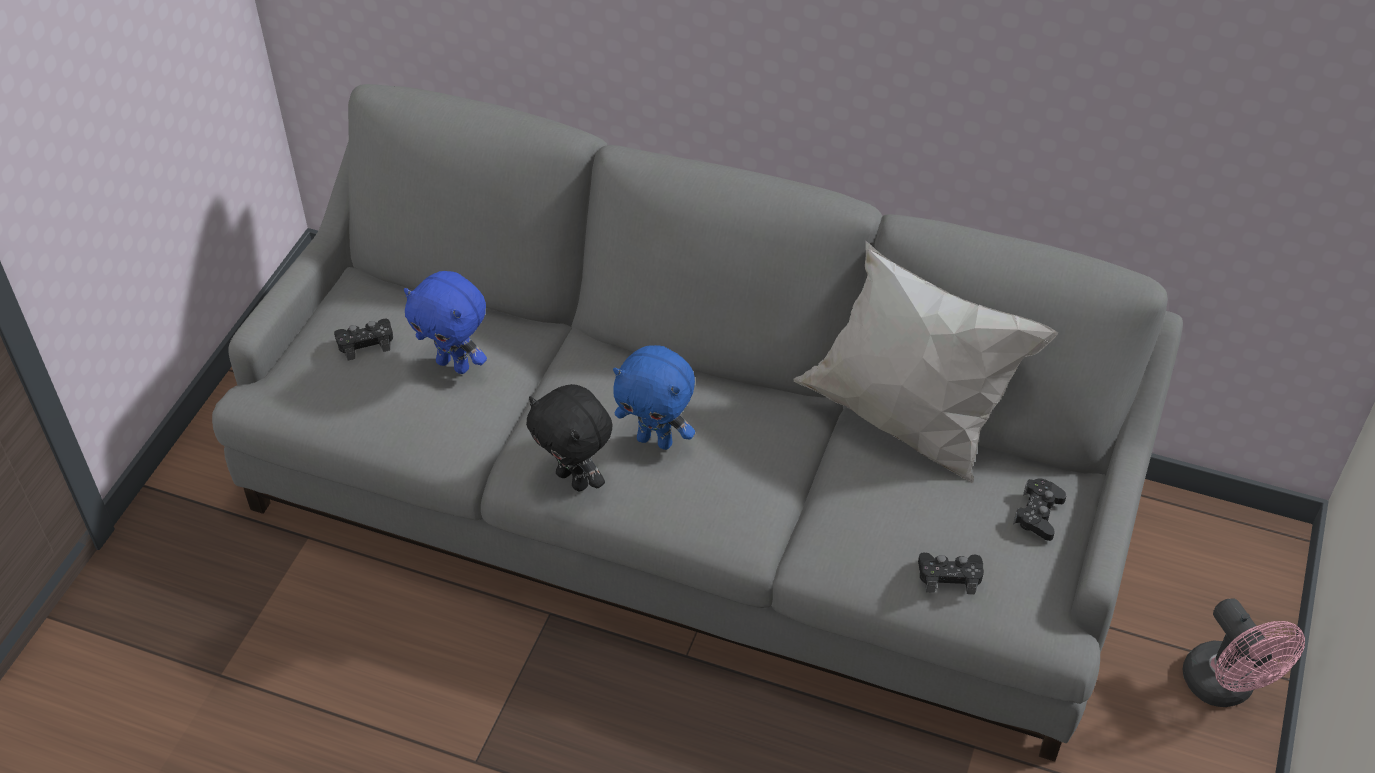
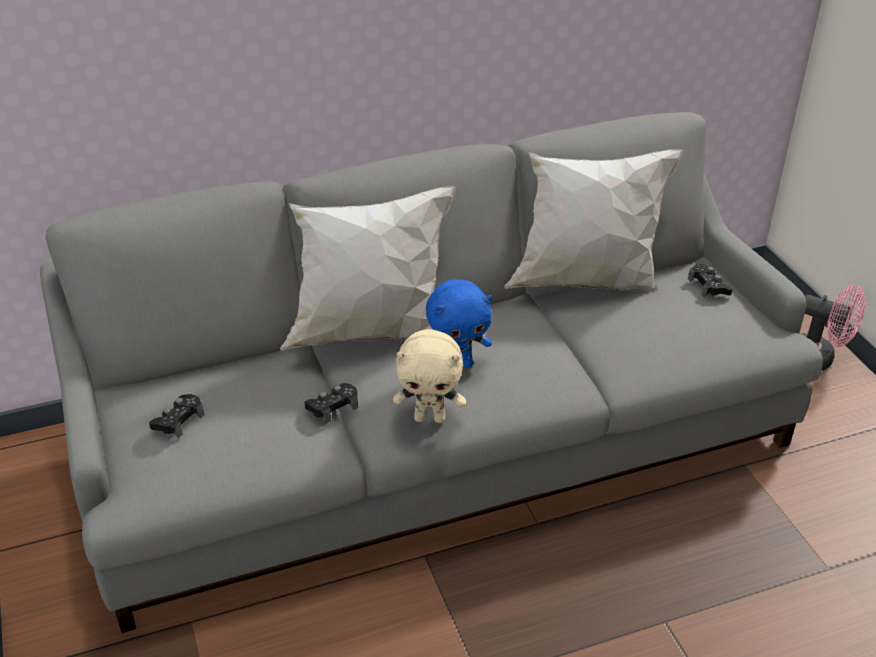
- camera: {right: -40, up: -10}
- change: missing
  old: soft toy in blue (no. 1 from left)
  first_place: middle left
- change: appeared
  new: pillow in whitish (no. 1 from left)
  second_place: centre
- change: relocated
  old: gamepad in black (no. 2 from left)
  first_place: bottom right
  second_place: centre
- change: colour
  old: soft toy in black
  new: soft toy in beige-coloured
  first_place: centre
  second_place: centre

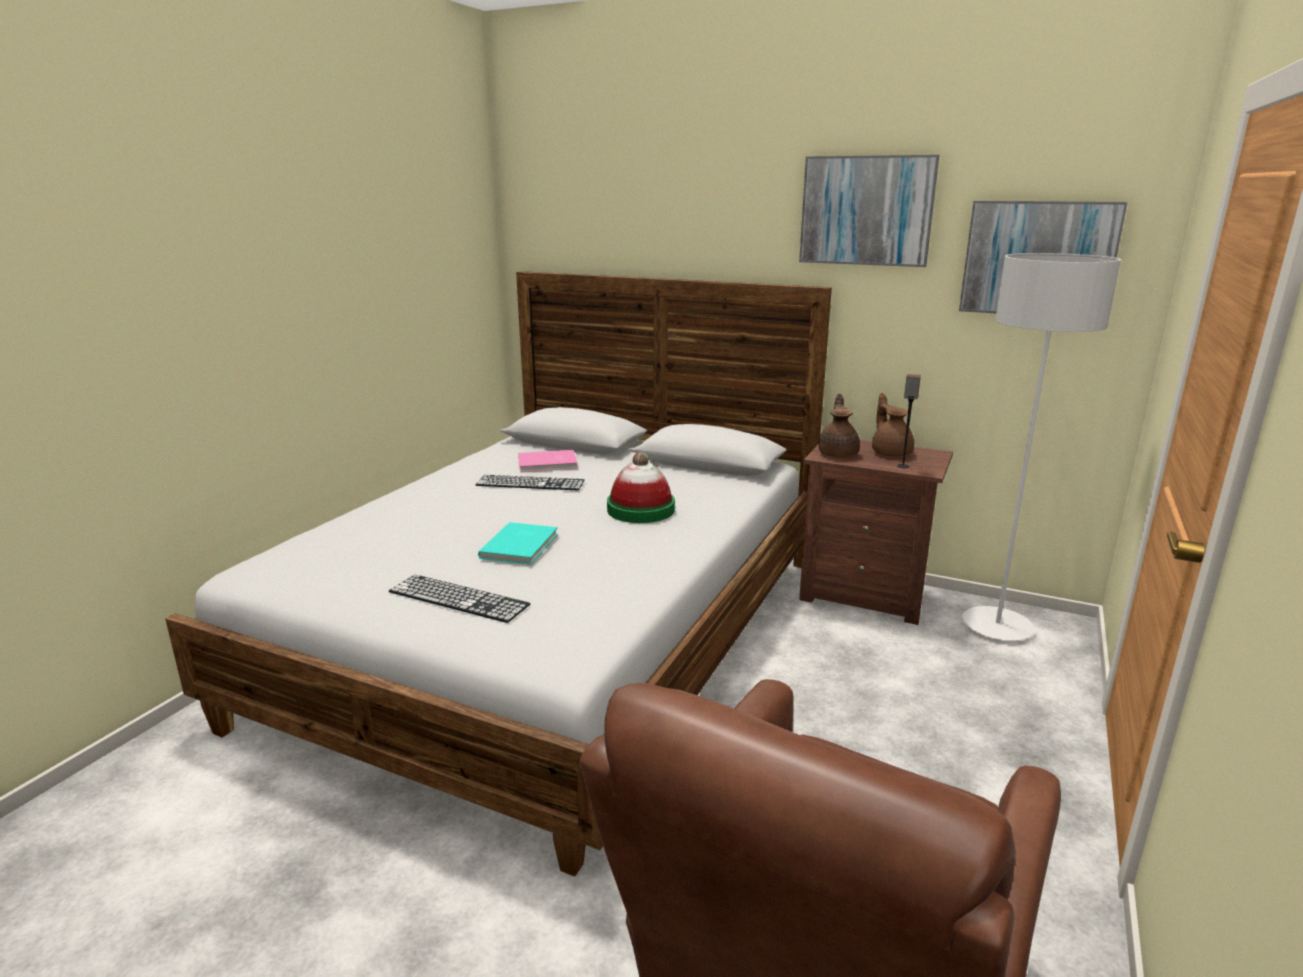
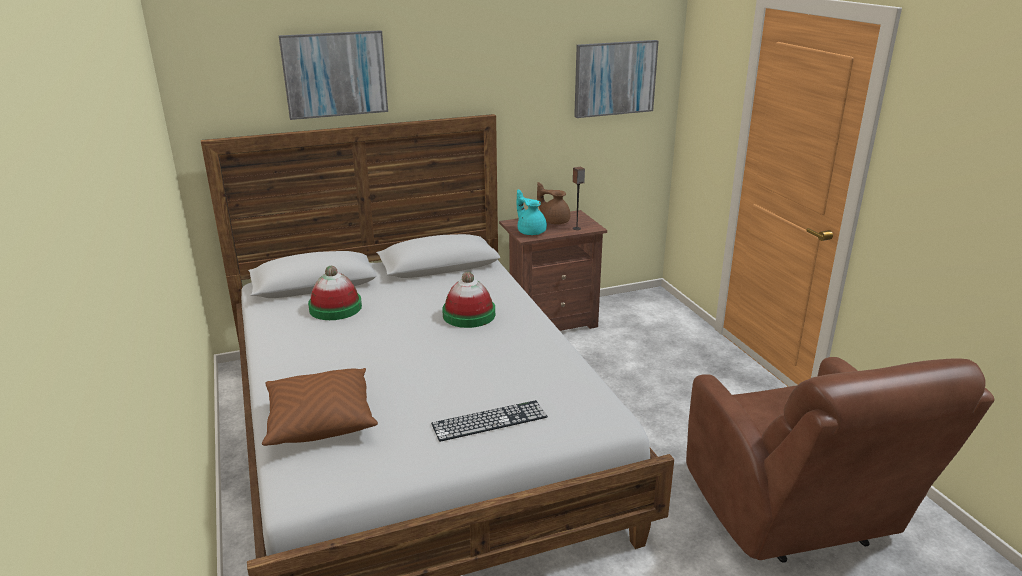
- camera: {right: -45, up: 5}
- change: missing
  old: keyboard (no. 2 from left)
  first_place: centre
- change: missing
  old: volume in blue-green
  first_place: centre
- change: missing
  old: standing lamp in gray
  first_place: middle right
- change: appeared
  new: pillow in brown-coloured
  second_place: bottom left
- change: relocated
  old: wall art (no. 1 from left)
  first_place: top right
  second_place: top left
- change: exchanged
  old: volume in pinkish
  new: hat (no. 1 from left)
  first_place: centre
  second_place: middle left
- change: colour
  old: teapot in brown-coloured (no. 1 from left)
  new: teapot in blue-green
  first_place: centre
  second_place: centre

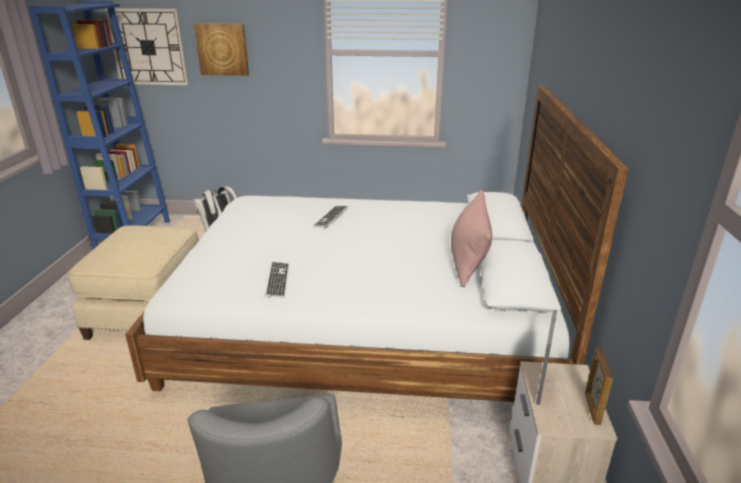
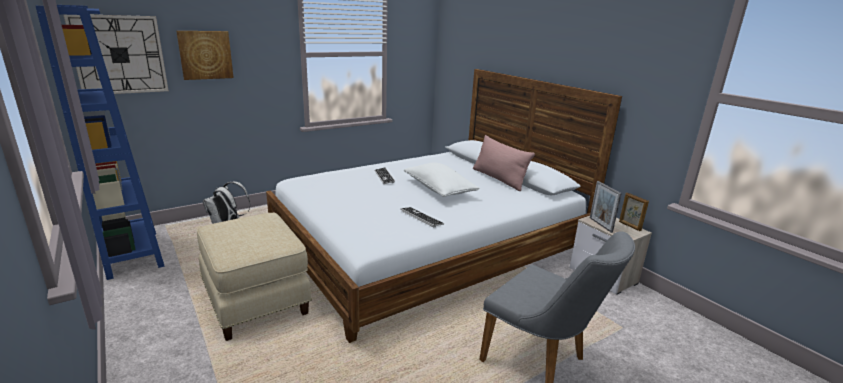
- camera: {right: -40, up: -5}
- change: appeared
  new: pillow in whitish
  second_place: centre

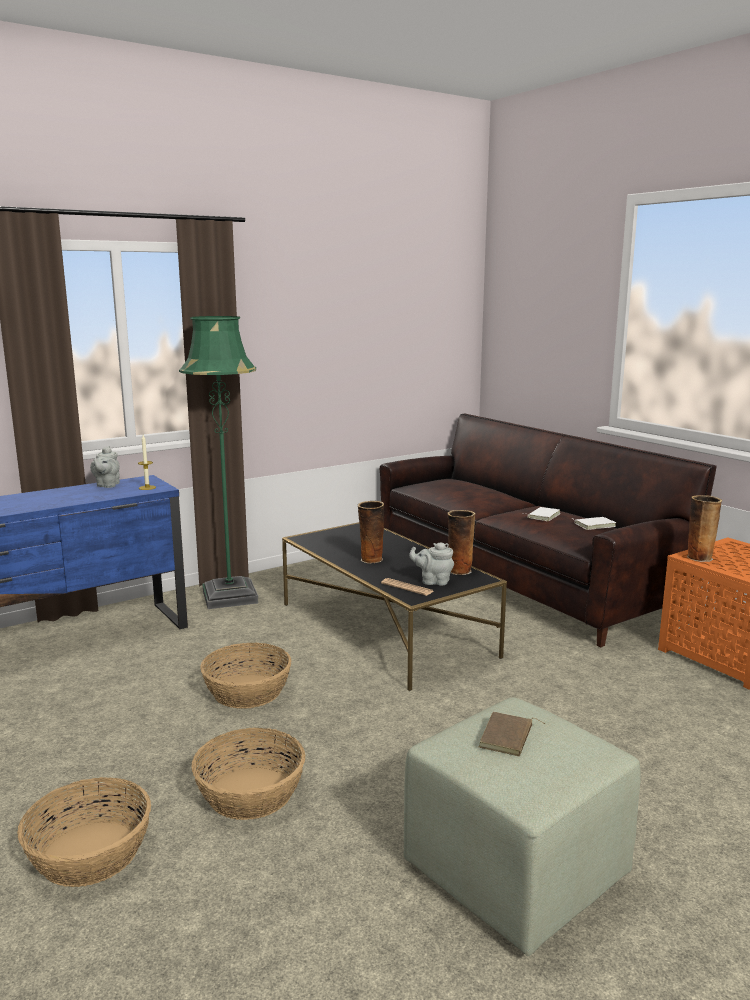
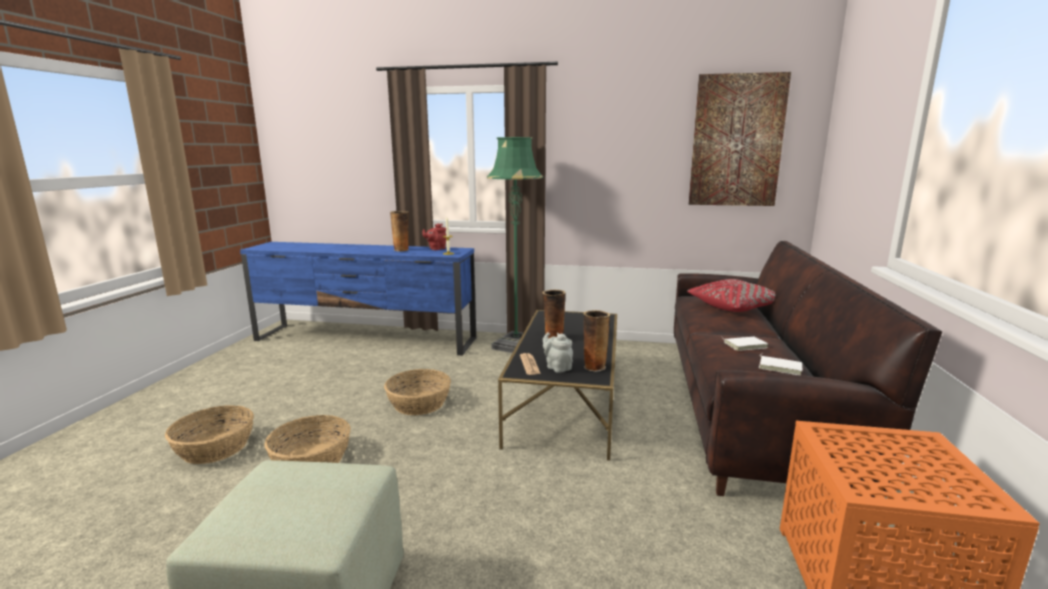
- camera: {right: 45, up: 0}
- change: missing
  old: volume in brown-coloured
  first_place: bottom right
- change: appeared
  new: pillow in reddish
  second_place: middle right
- change: appeared
  new: wall art
  second_place: top right
- change: relocated
  old: flower vase (no. 3 from left in the first image)
  new: flower vase (no. 1 from left)
  first_place: middle right
  second_place: centre
- change: colour
  old: teapot in gray (no. 1 from left)
  new: teapot in reddish
  first_place: middle left
  second_place: centre

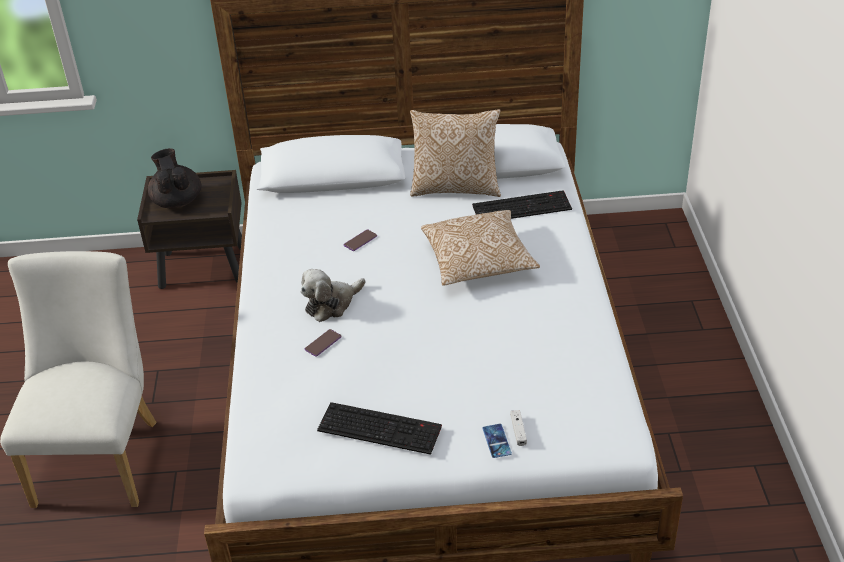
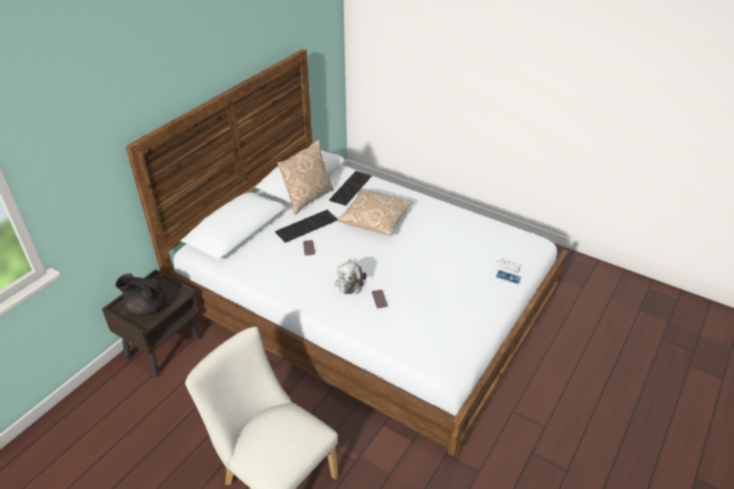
- camera: {right: -55, up: 0}
- change: relocated
  old: keyboard (no. 1 from left)
  first_place: bottom centre
  second_place: centre

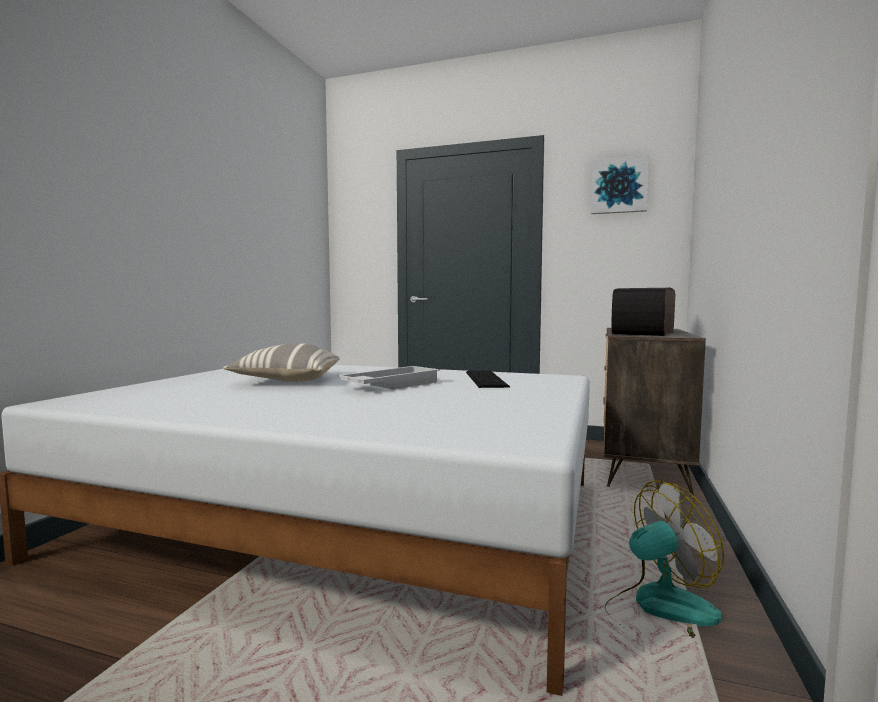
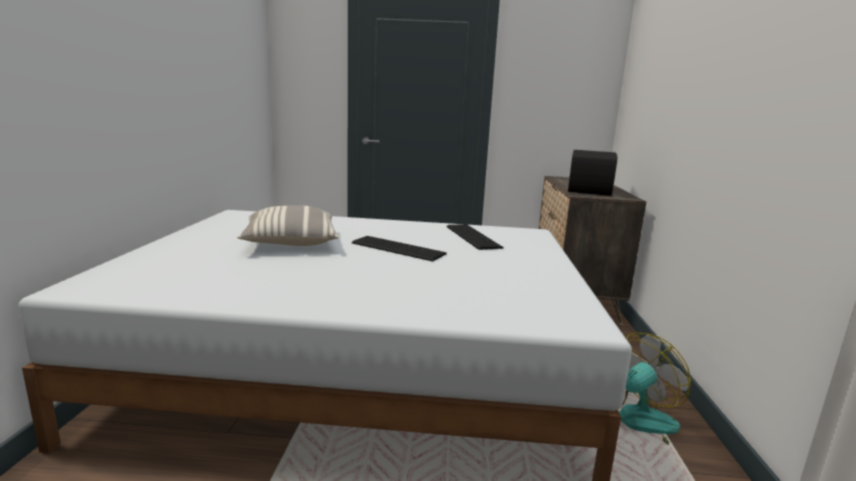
- camera: {right: -15, up: 10}
- change: missing
  old: wall art
  first_place: top right
- change: exchanged
  old: serving tray in whitish
  new: keyboard (no. 1 from left)
  first_place: centre
  second_place: centre

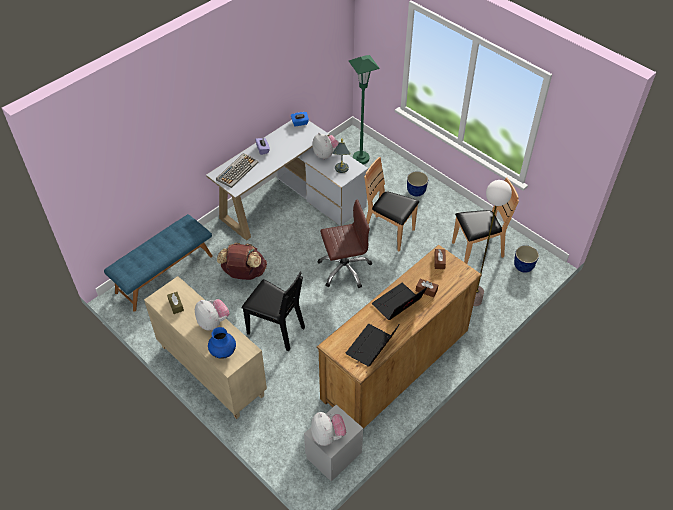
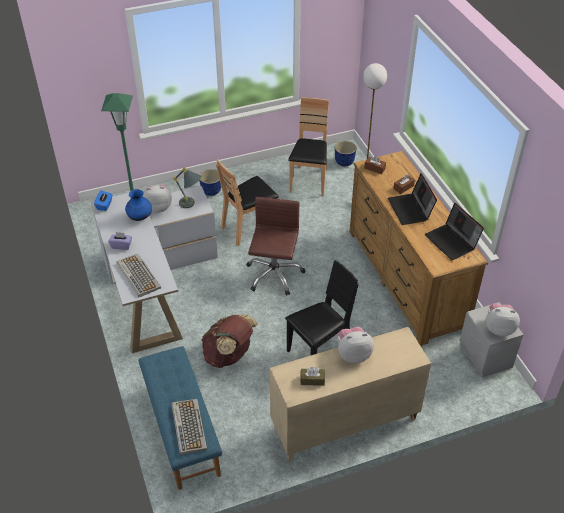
- camera: {right: -65, up: -5}
- change: appeared
  new: keyboard (no. 2 from left)
  second_place: bottom centre
- change: relocated
  old: flower vase in blue
  first_place: bottom left
  second_place: middle left

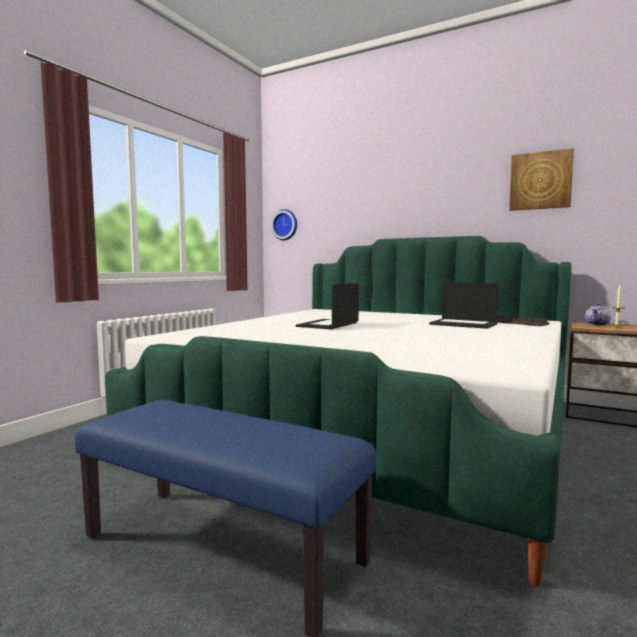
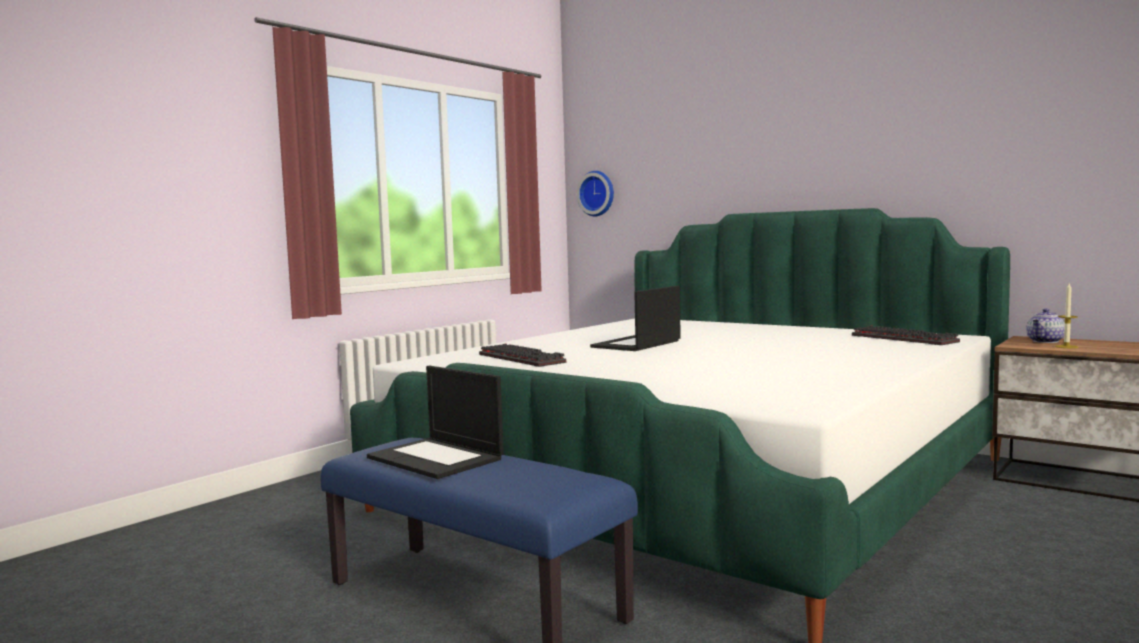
- camera: {right: 10, up: 0}
- change: missing
  old: wall art
  first_place: top right
- change: appeared
  new: keyboard (no. 1 from left)
  second_place: centre
- change: relocated
  old: portable computer (no. 2 from left in the first image)
  new: portable computer (no. 1 from left)
  first_place: middle right
  second_place: centre

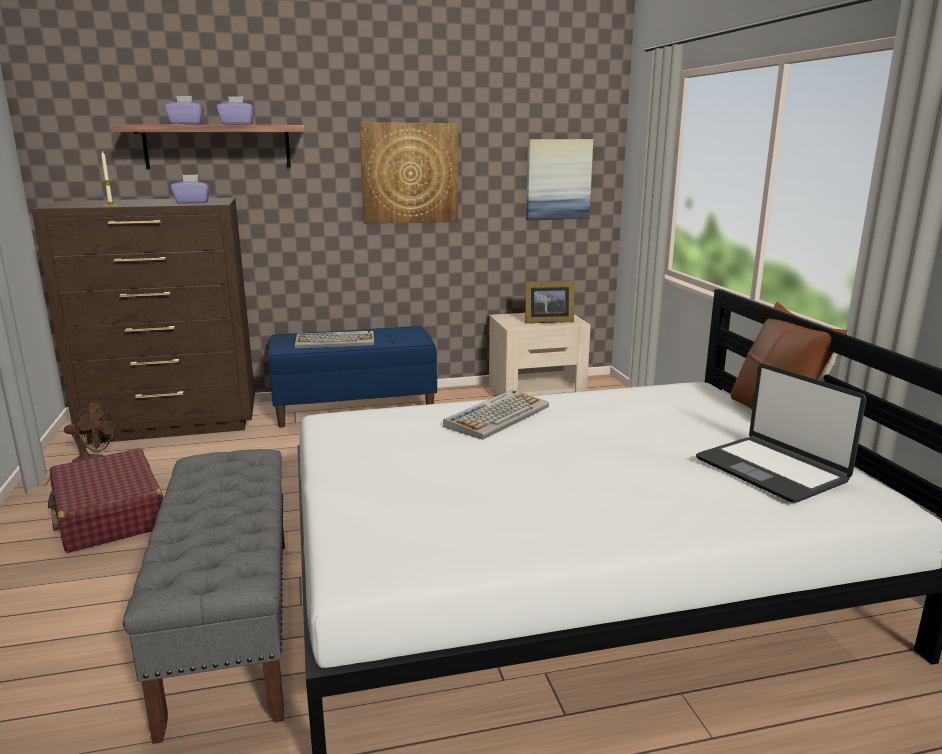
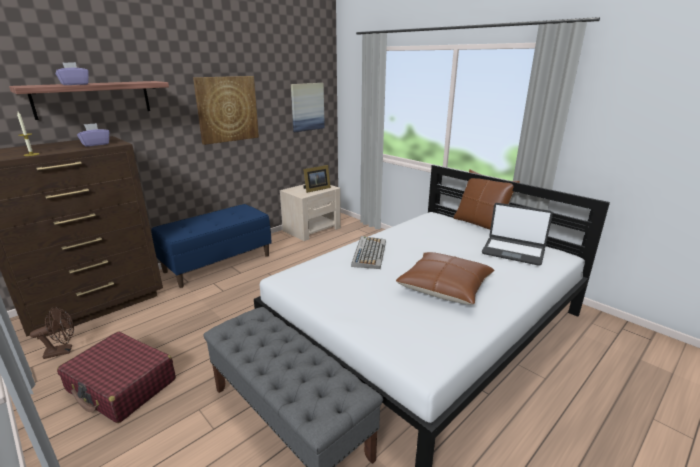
- camera: {right: -30, up: 5}
- change: missing
  old: tissue holder in purple-coloured (no. 3 from left)
  first_place: top left
- change: missing
  old: keyboard (no. 1 from left)
  first_place: centre
- change: appeared
  new: pillow in brown-coloured (no. 1 from left)
  second_place: centre

